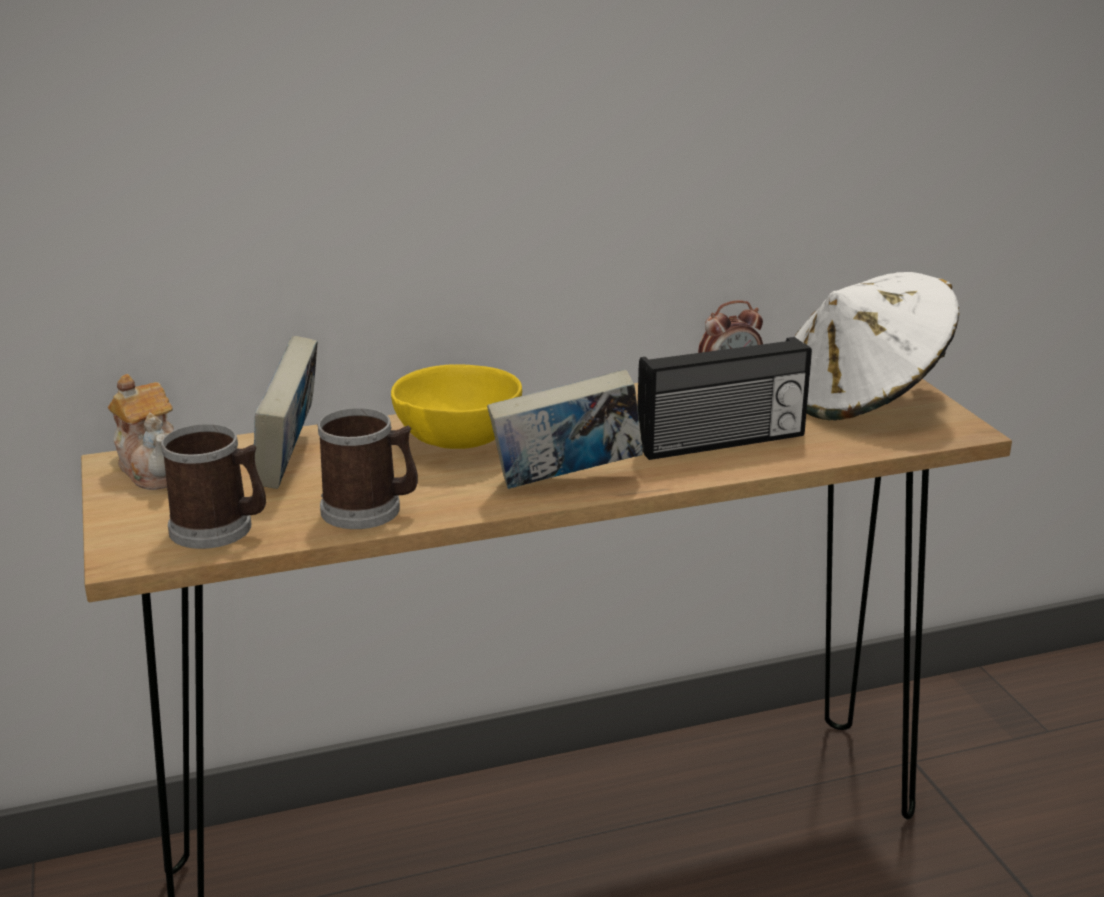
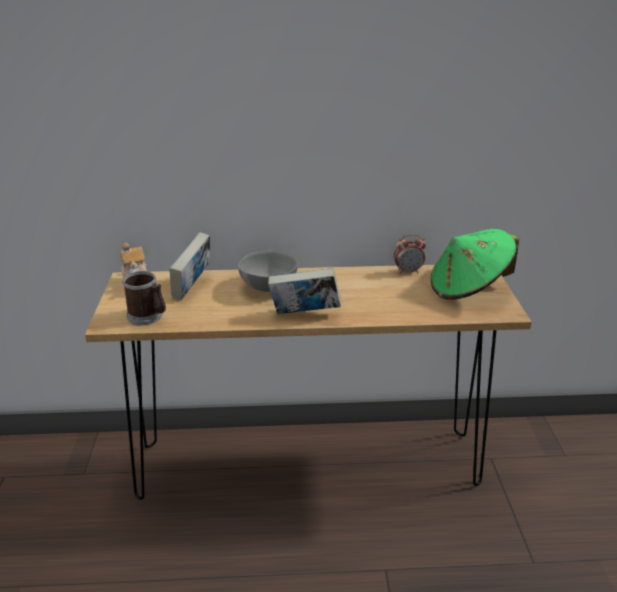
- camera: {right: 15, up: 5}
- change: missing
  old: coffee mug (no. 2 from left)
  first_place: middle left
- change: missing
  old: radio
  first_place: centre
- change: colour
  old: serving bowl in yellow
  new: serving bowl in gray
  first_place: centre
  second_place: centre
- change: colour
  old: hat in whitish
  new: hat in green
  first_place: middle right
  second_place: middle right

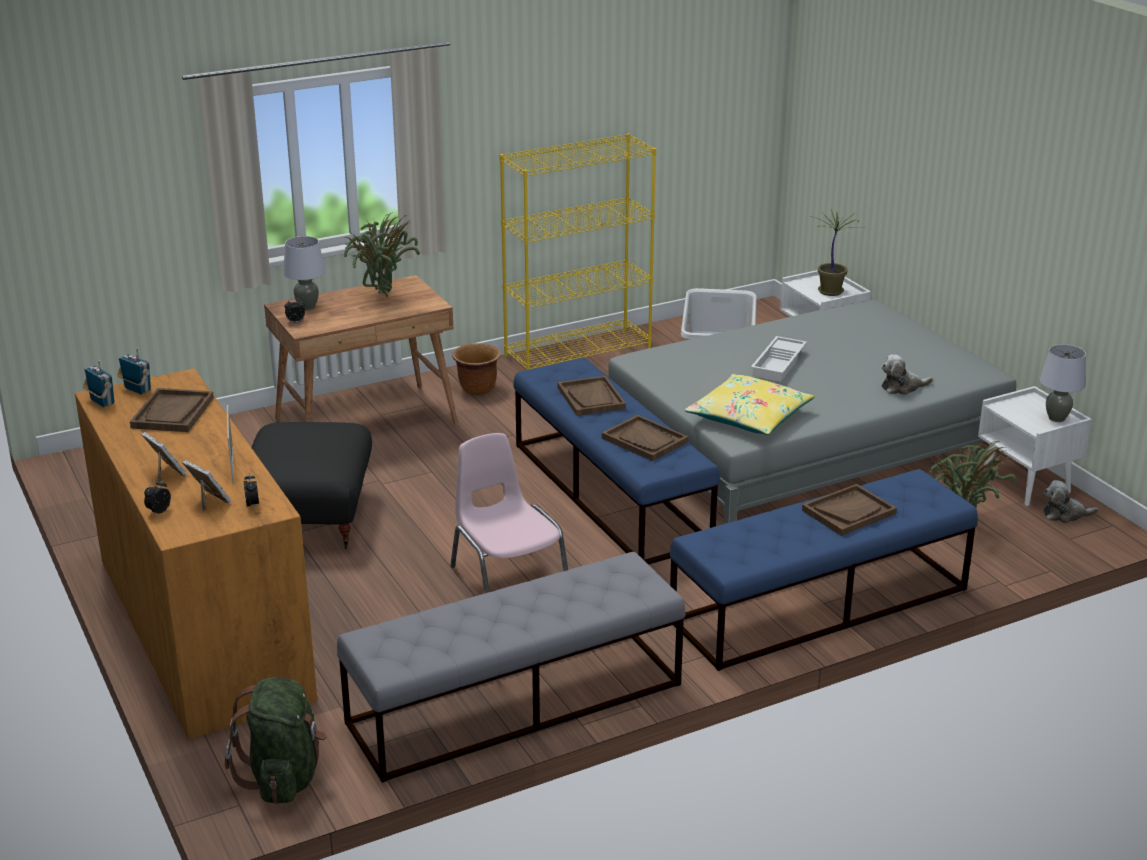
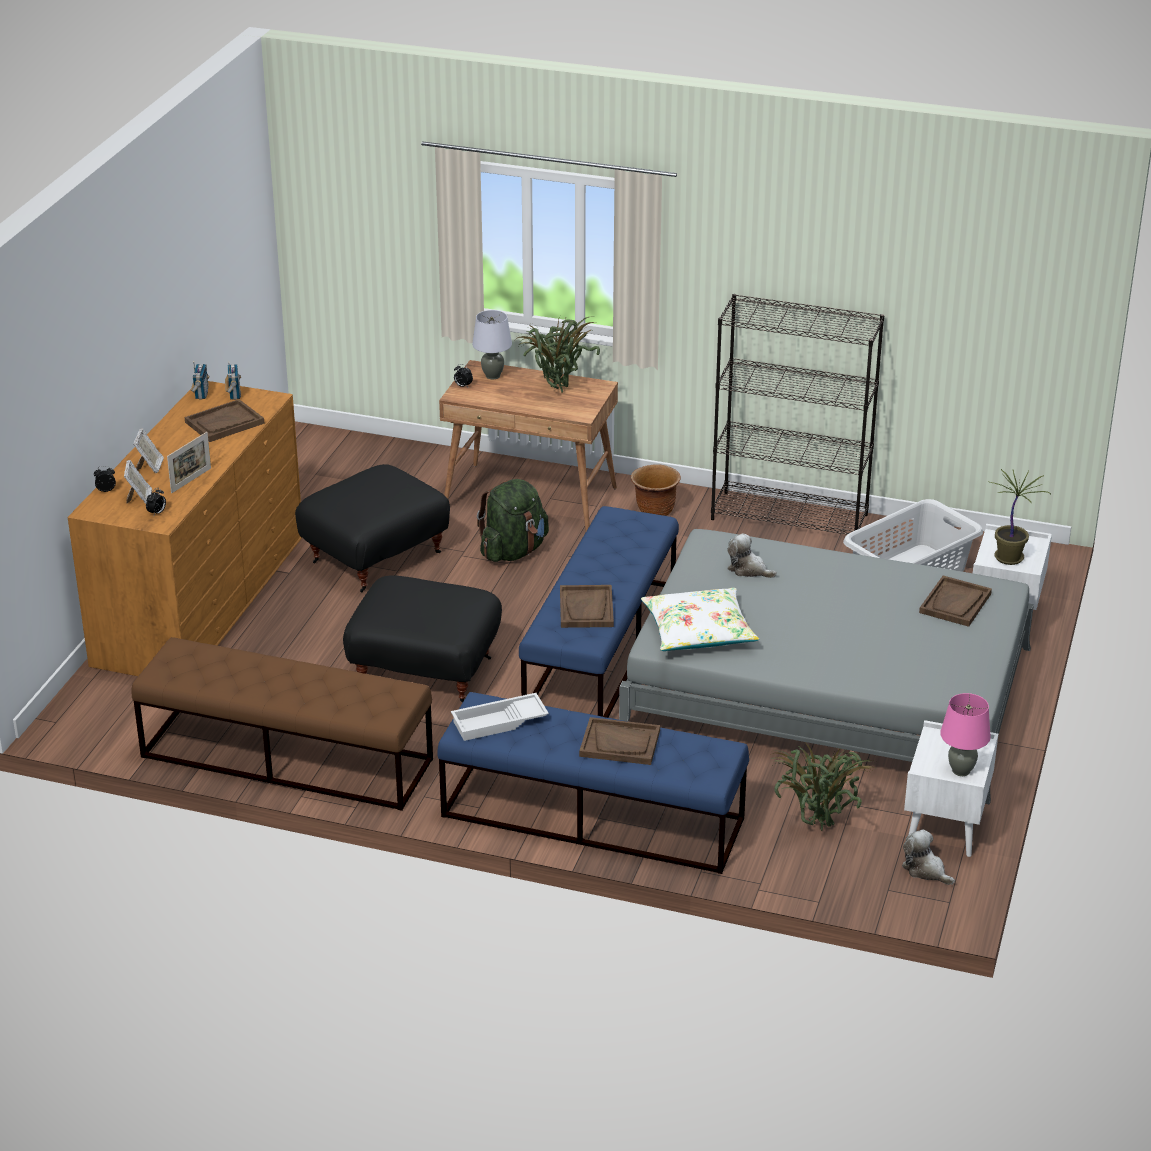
- camera: {right: 45, up: 5}
- change: relocated
  old: rucksack in green
  first_place: bottom left
  second_place: centre
- change: relocated
  old: serving tray in brown-coloured (no. 2 from left in the first image)
  new: serving tray in brown-coloured (no. 4 from left)
  first_place: centre
  second_place: middle right
- change: relocated
  old: serving tray in whitish
  first_place: middle right
  second_place: centre
- change: relocated
  old: soft toy (no. 1 from left)
  first_place: middle right
  second_place: centre
- change: exchanged
  old: upright chair in pinkish
  new: pouffe in black (no. 2 from left)
  first_place: centre
  second_place: centre
- change: colour
  old: indoor bench in gray
  new: indoor bench in brown-coloured
  first_place: bottom centre
  second_place: middle left
- change: colour
  old: shelving unit in yellow
  new: shelving unit in black
  first_place: top centre
  second_place: middle right
- change: colour
  old: pillow in yellow
  new: pillow in whitish
  first_place: centre
  second_place: centre
- change: colour
  old: table lamp in gray (no. 2 from left)
  new: table lamp in pinkish
  first_place: middle right
  second_place: middle right

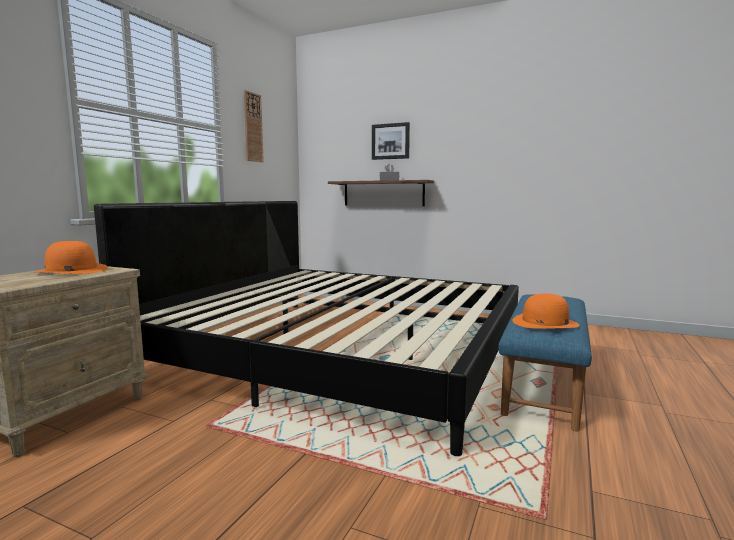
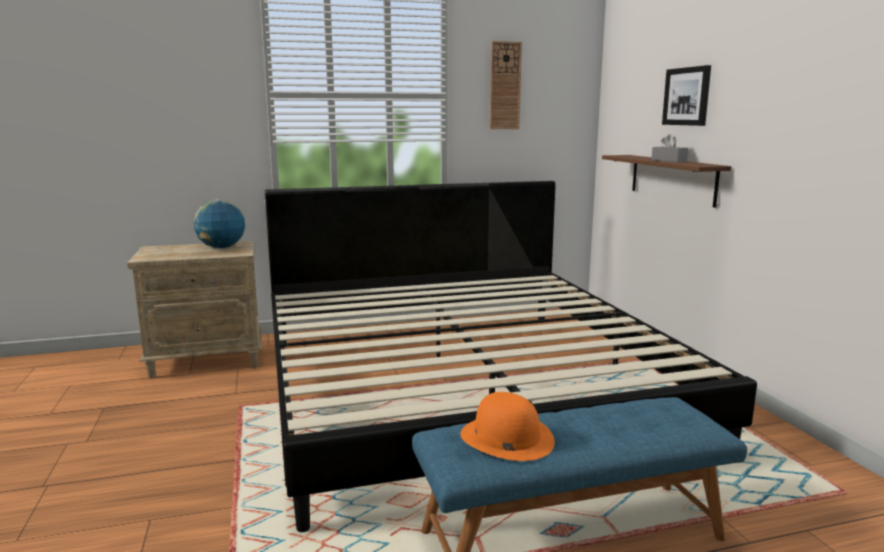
- camera: {right: 50, up: 5}
- change: exchanged
  old: hat in orangey (no. 1 from left)
  new: world globe
  first_place: middle left
  second_place: middle left

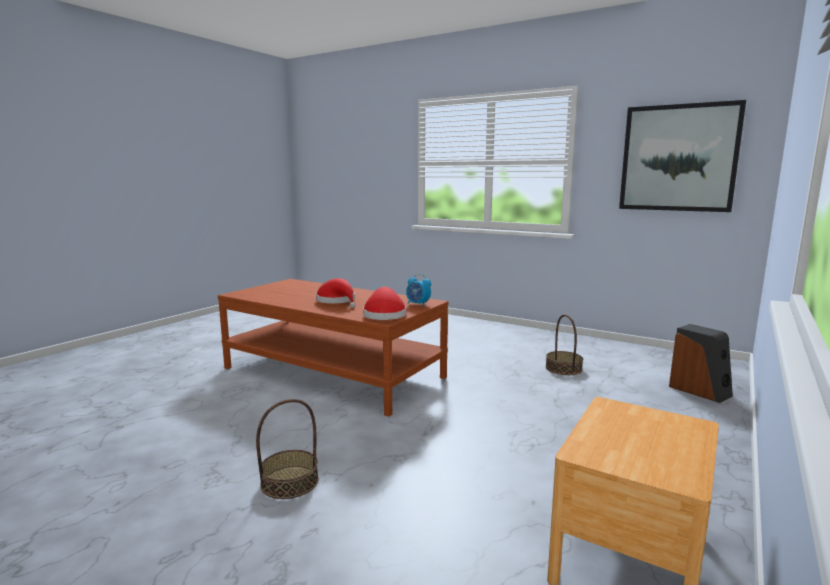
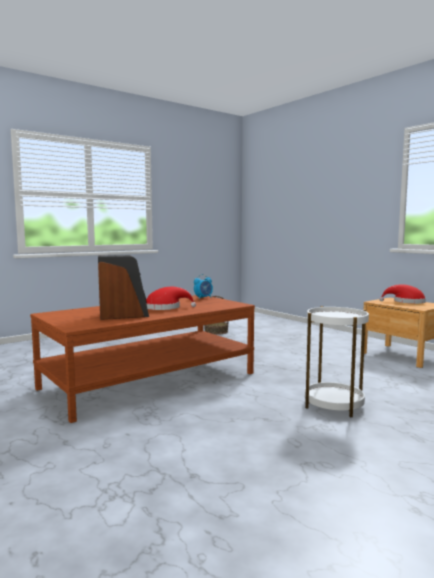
- camera: {right: -70, up: -5}
- change: missing
  old: wall art
  first_place: top right
- change: relocated
  old: hat in reddish (no. 2 from left)
  first_place: centre
  second_place: middle right
- change: relocated
  old: speaker
  first_place: middle right
  second_place: middle left
- change: exchanged
  old: storage basket (no. 1 from left)
  new: side table in whitish
  first_place: bottom centre
  second_place: middle right

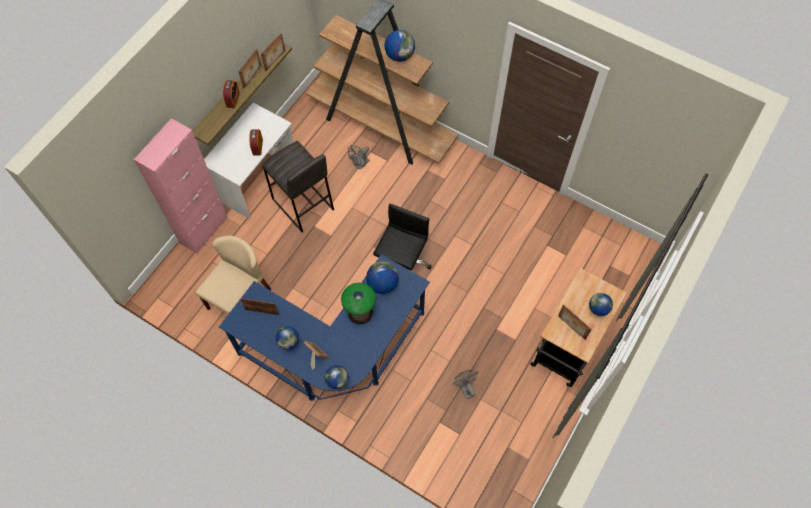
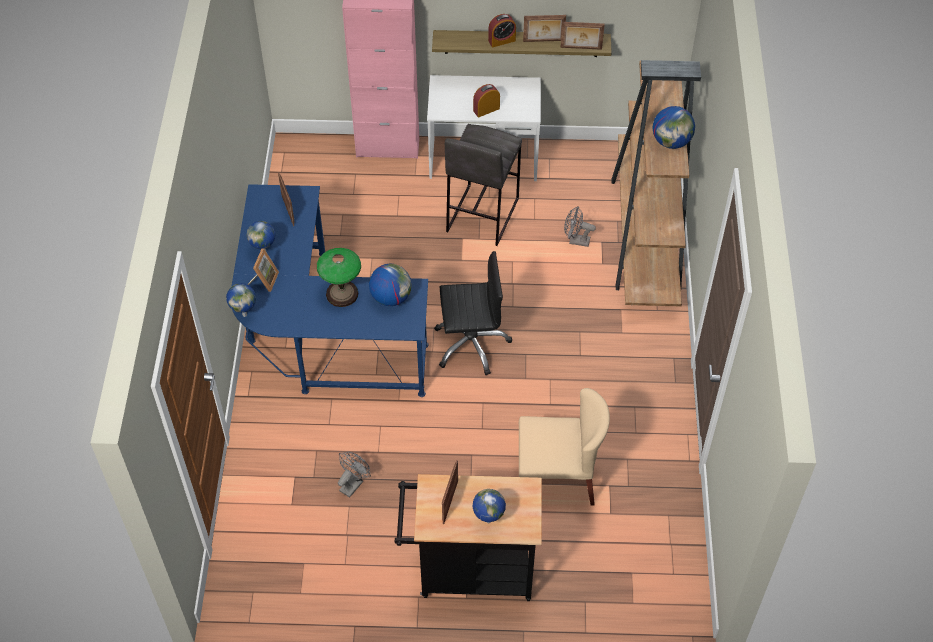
- camera: {right: 60, up: -10}
- change: relocated
  old: upright chair in beige-coloured
  first_place: middle left
  second_place: bottom centre

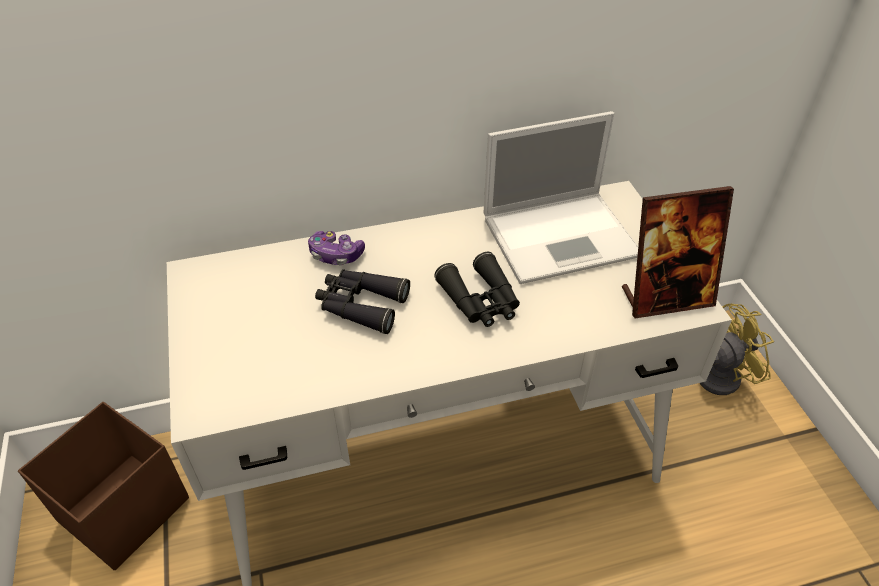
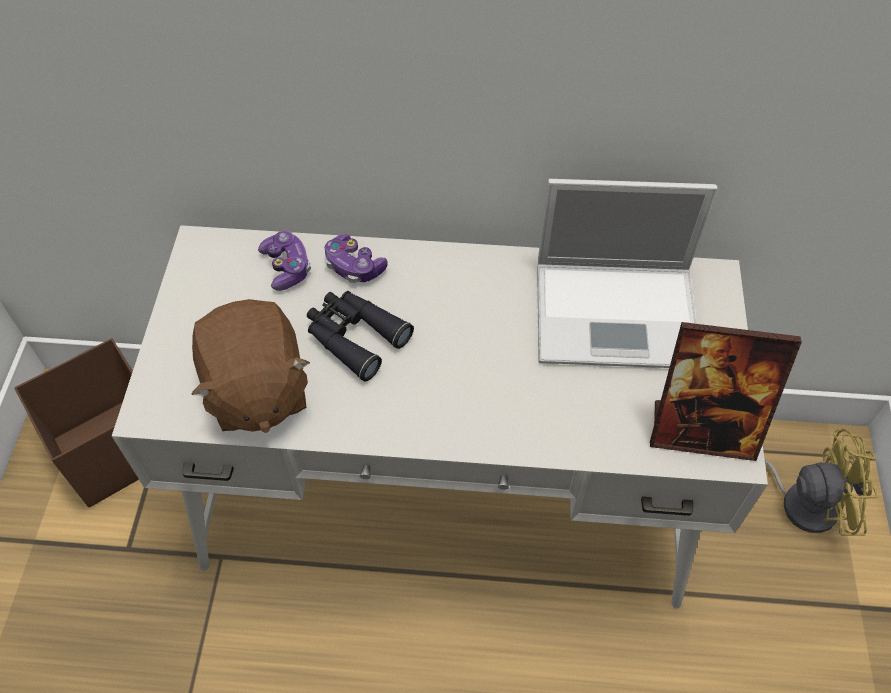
- camera: {right: 20, up: 10}
- change: missing
  old: pair of binoculars in black (no. 2 from left)
  first_place: centre
- change: appeared
  new: soft toy in brown-coloured
  second_place: middle left
- change: appeared
  new: gamepad (no. 1 from left)
  second_place: middle left

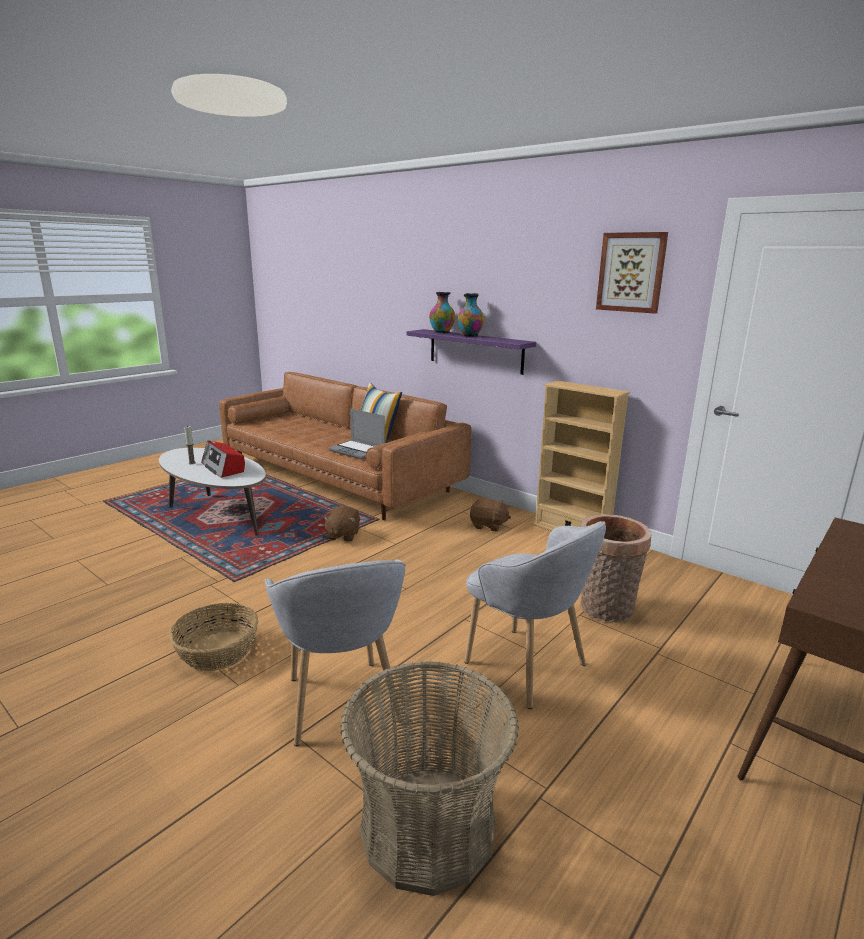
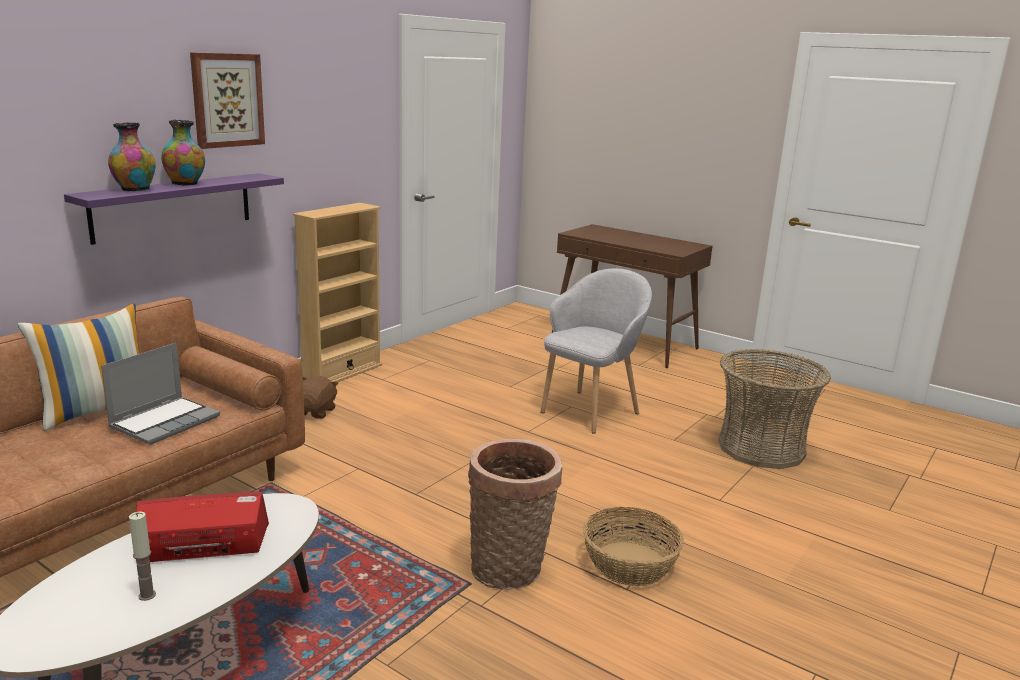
- camera: {right: -95, up: 0}
- change: missing
  old: lounge chair in gray (no. 1 from left)
  first_place: bottom centre
- change: missing
  old: soft toy in brown-coloured (no. 1 from left)
  first_place: centre
- change: relocated
  old: storage basket (no. 3 from left in the first image)
  new: storage basket (no. 1 from left)
  first_place: middle right
  second_place: bottom centre
- change: relocated
  old: wall art
  first_place: top right
  second_place: top left
- change: spun
  old: radio
  first_place: middle left
  second_place: bottom left
  degrees: -150

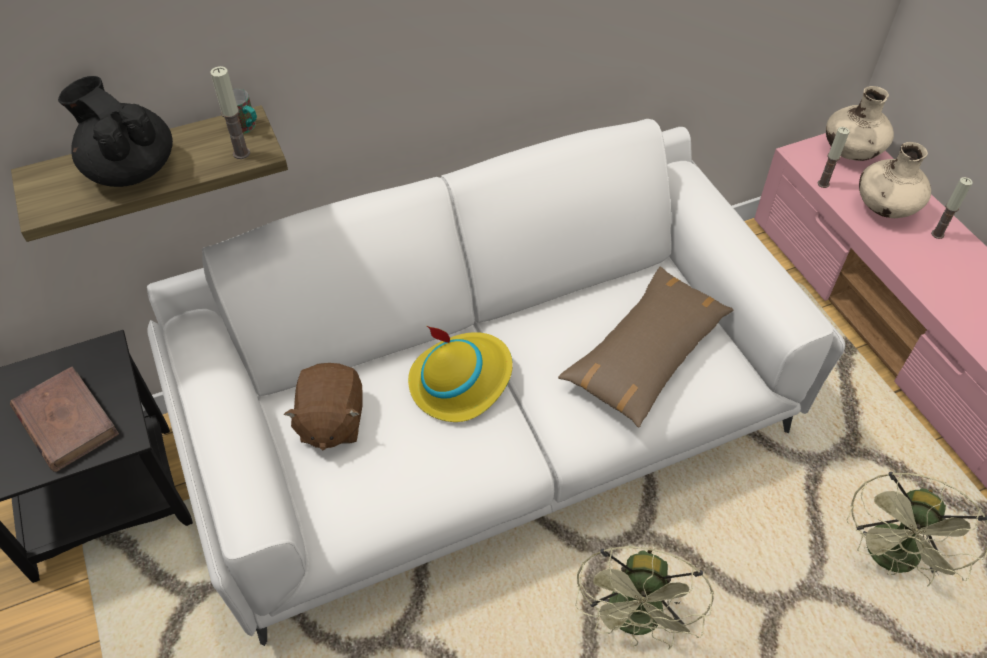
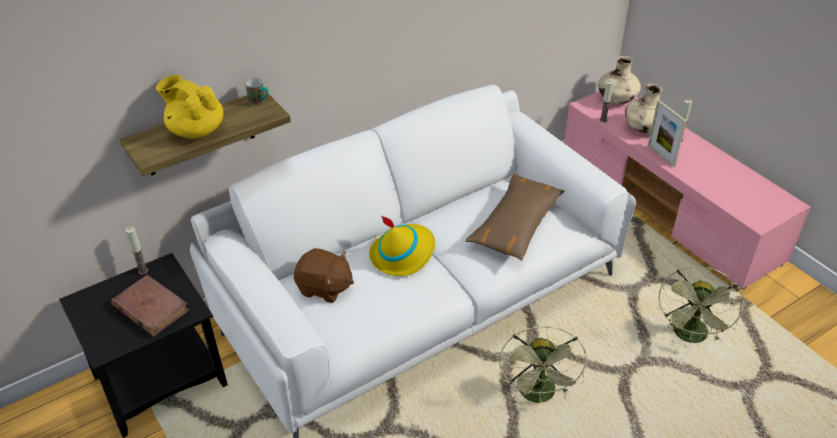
- camera: {right: -10, up: -10}
- change: appeared
  new: photo frame
  second_place: top right
- change: relocated
  old: wax light (no. 1 from left)
  first_place: top left
  second_place: middle left
- change: colour
  old: teapot in black
  new: teapot in yellow
  first_place: top left
  second_place: top left
- change: spun
  old: soft toy in brown-coloured
  first_place: middle left
  second_place: centre
  degrees: -60

